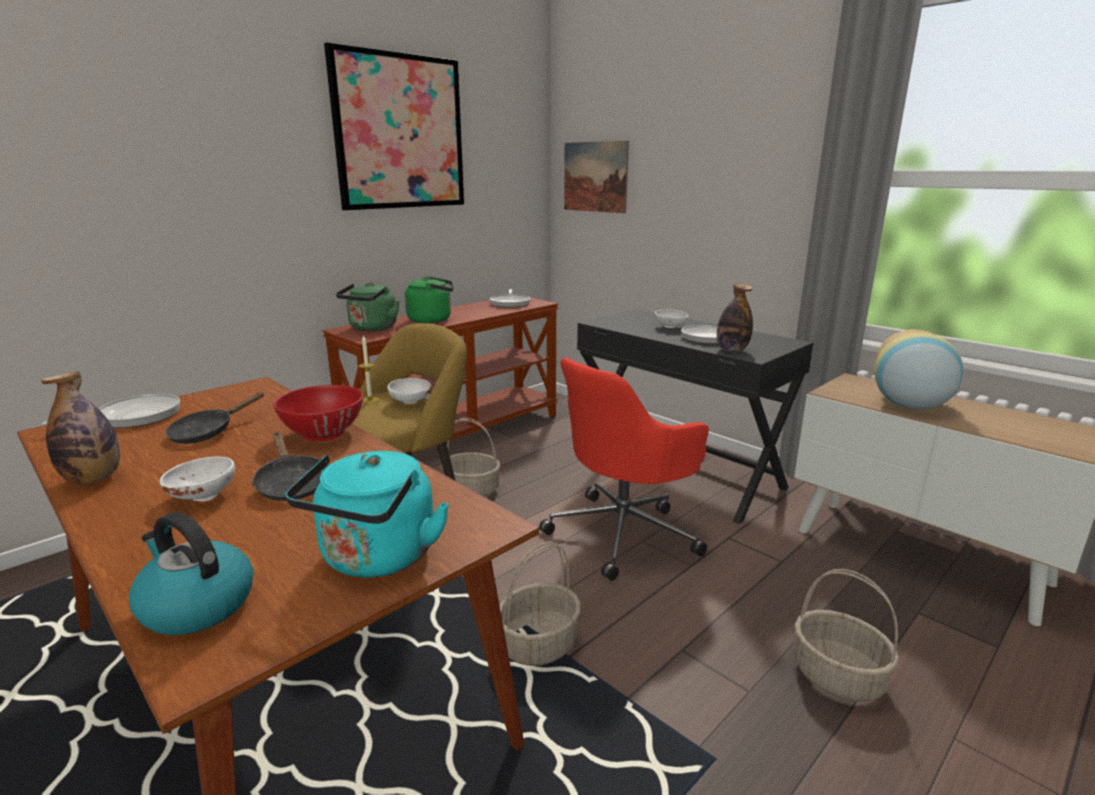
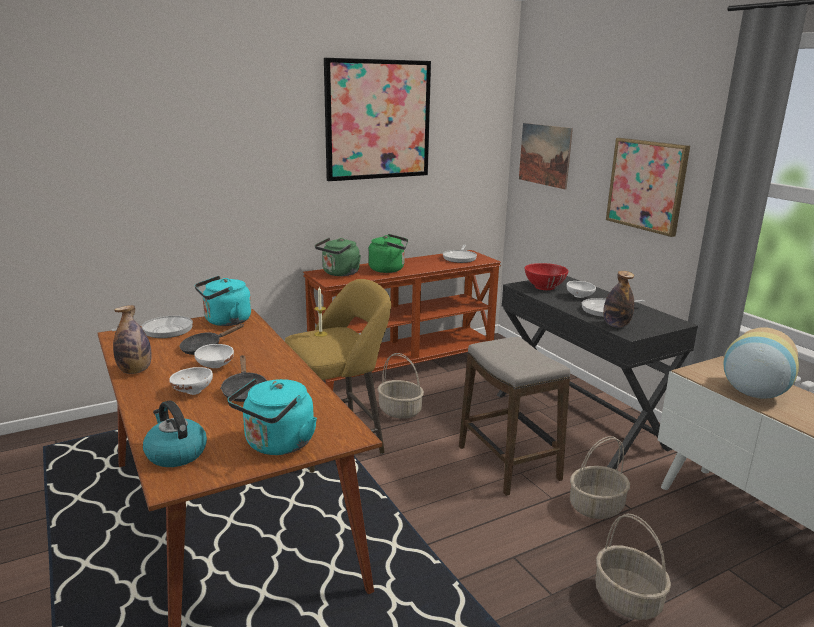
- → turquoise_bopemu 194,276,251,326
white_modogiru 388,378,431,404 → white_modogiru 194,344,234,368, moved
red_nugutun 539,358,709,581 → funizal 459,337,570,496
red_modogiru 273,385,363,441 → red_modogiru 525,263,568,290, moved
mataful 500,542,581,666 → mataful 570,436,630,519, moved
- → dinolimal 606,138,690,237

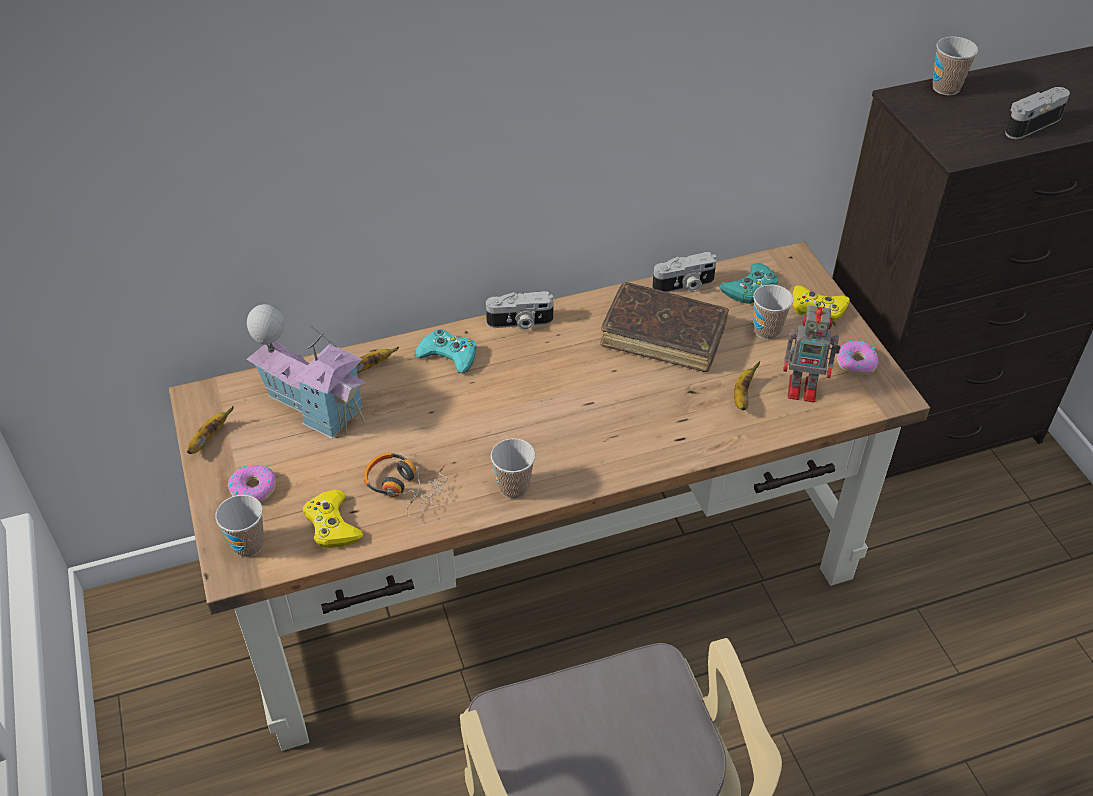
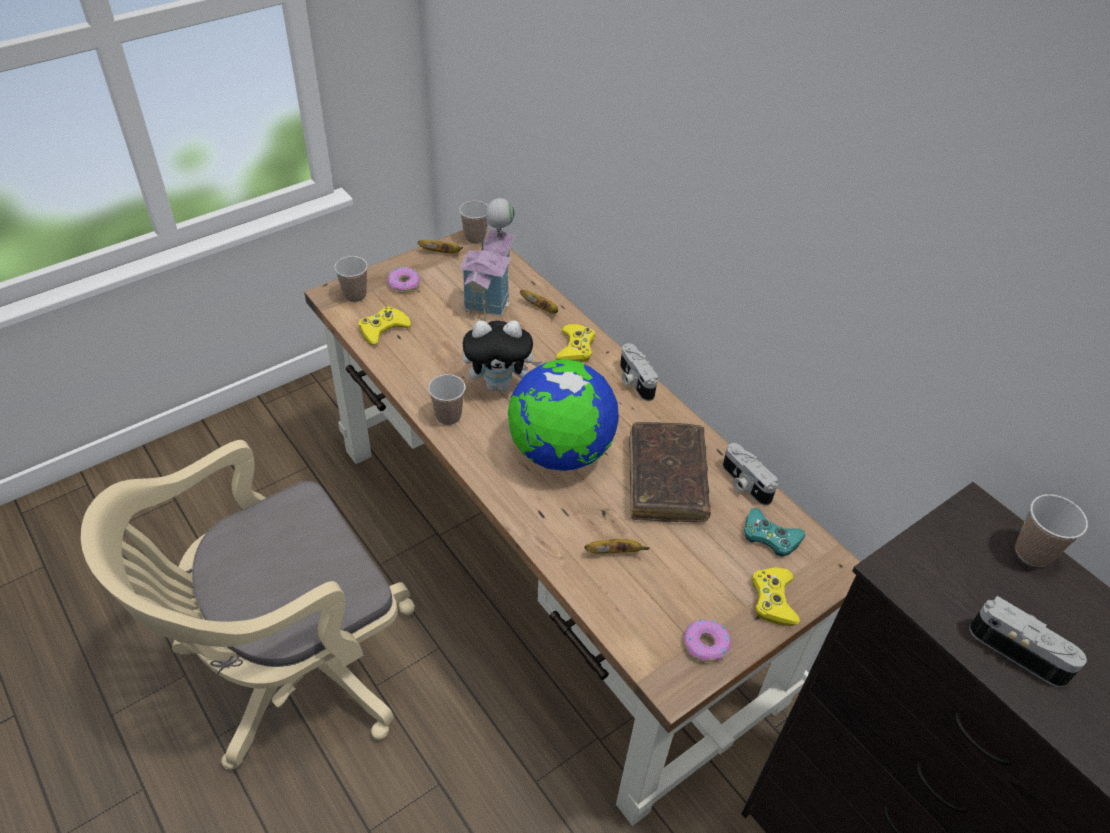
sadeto 753,284,793,339 → sadeto 459,201,488,244, moved
- → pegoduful 463,320,542,392
- → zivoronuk 508,359,619,471
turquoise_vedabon 415,329,477,373 → yellow_vedabon 556,324,595,362
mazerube 364,452,448,518 → -
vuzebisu 783,301,840,402 → -

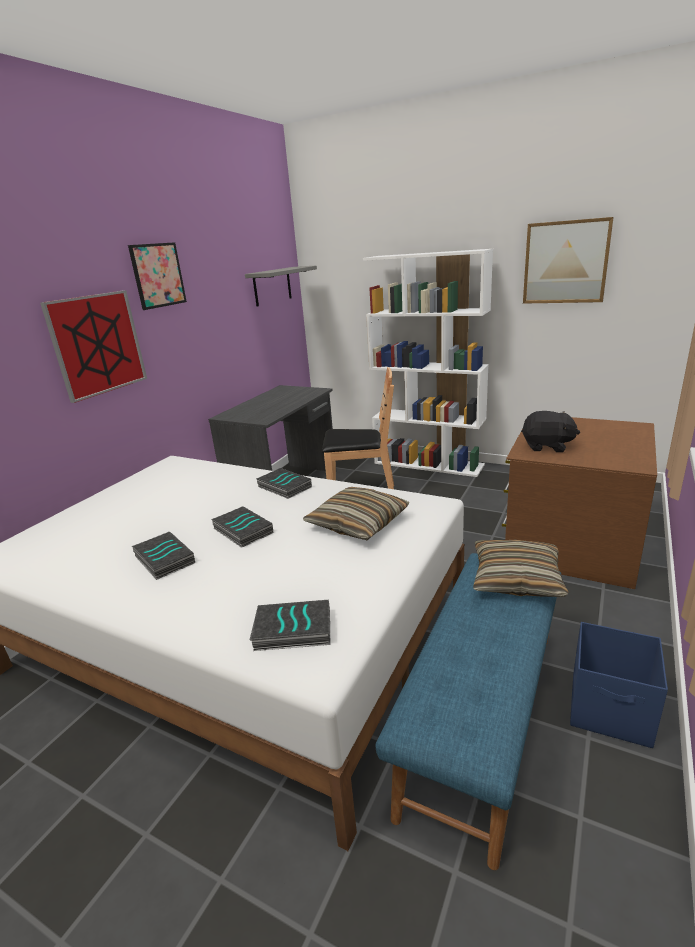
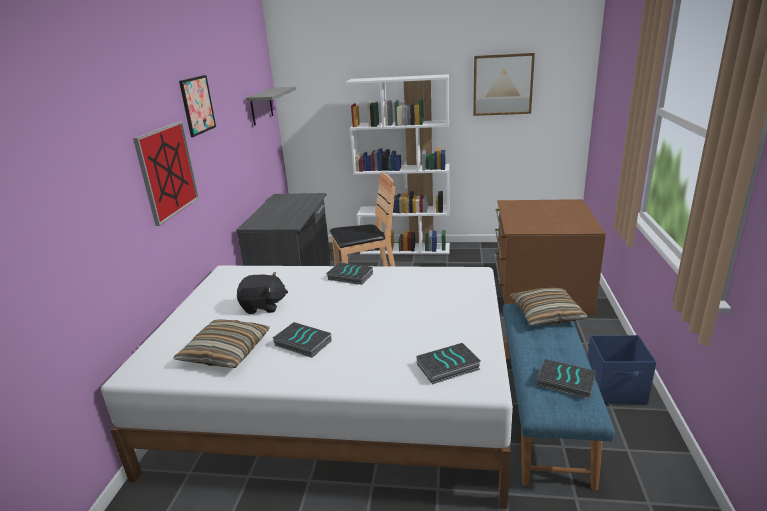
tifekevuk 303,487,410,540 → tifekevuk 174,319,270,368, moved
black_pegoduful 521,411,580,452 → black_pegoduful 237,272,288,314, moved
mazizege 211,506,273,548 → mazizege 537,359,596,399, moved

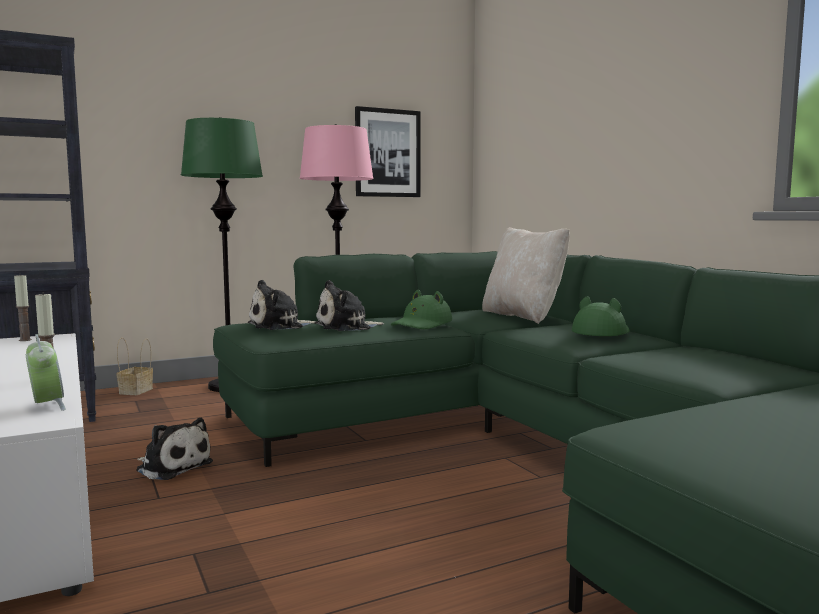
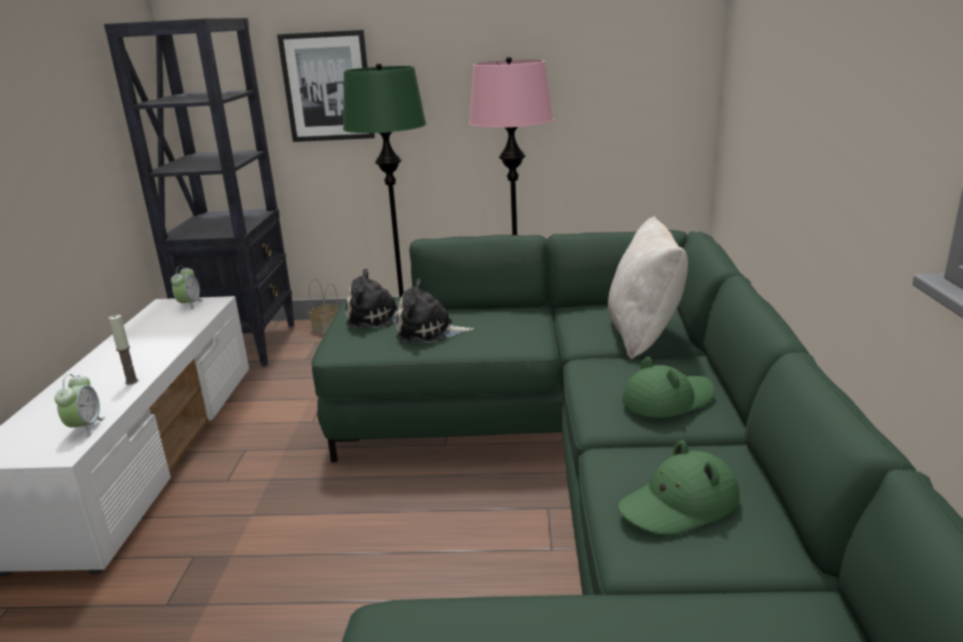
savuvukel 14,275,32,341 → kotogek 171,266,203,310
dinolimal 355,106,421,197 → dinolimal 277,30,375,142, moved
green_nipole 391,290,452,329 → green_nipole 618,441,740,535, moved
pegoduful 136,418,213,480 → -

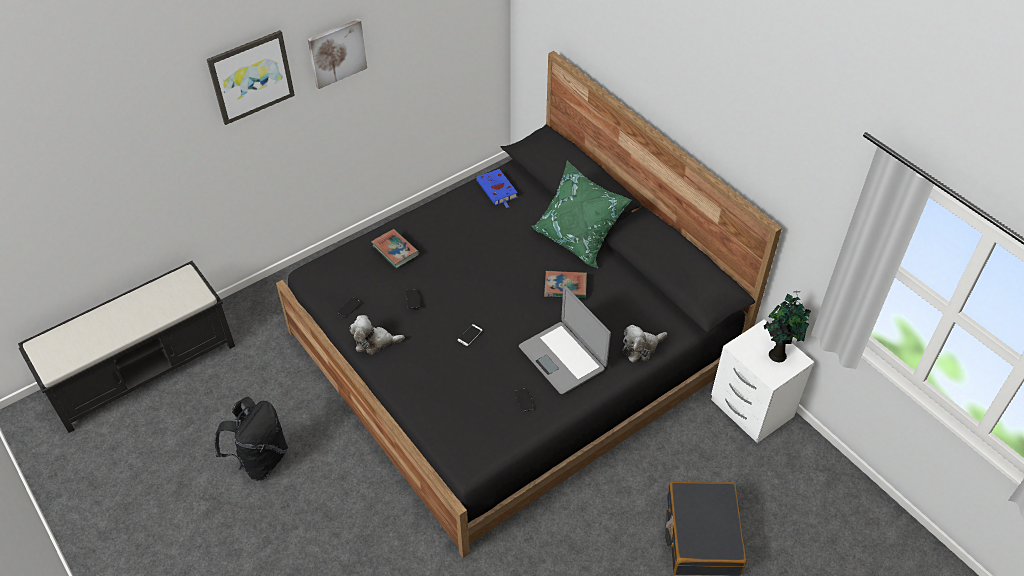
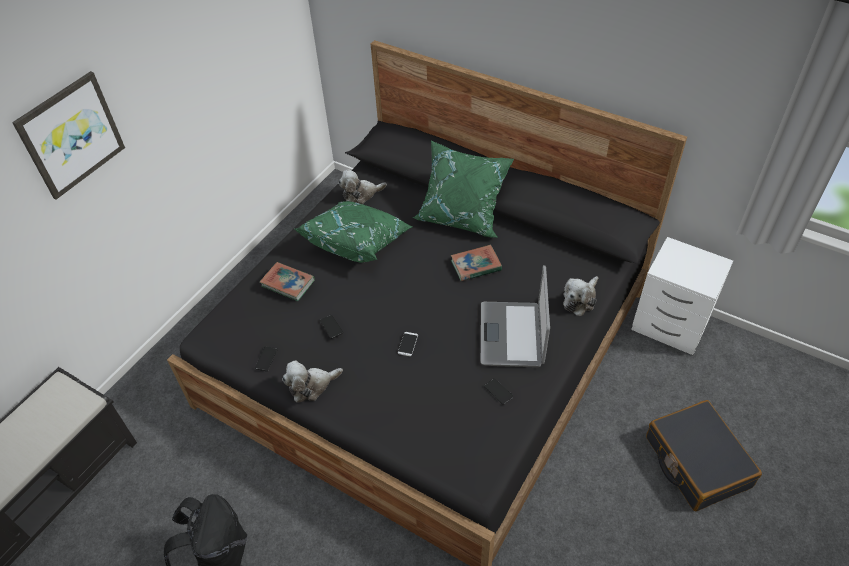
- → green_tifekevuk 295,201,413,263
blue_mazizege 476,169,518,208 → pegoduful 338,170,387,204
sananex 519,286,611,394 → sananex 481,265,550,367, 60 degrees clockwise
dinolimal 308,19,367,89 → -
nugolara 764,291,811,362 → -

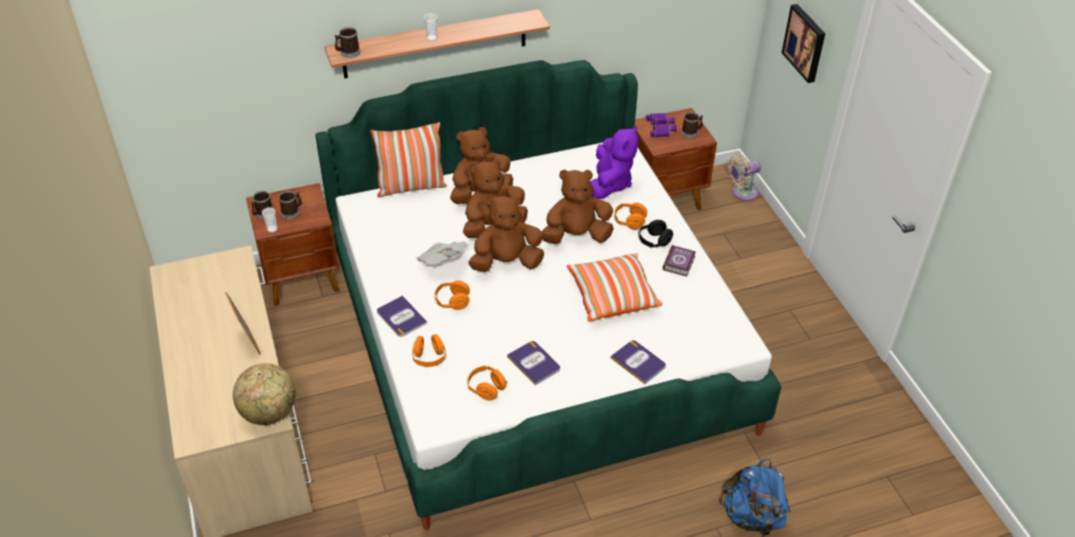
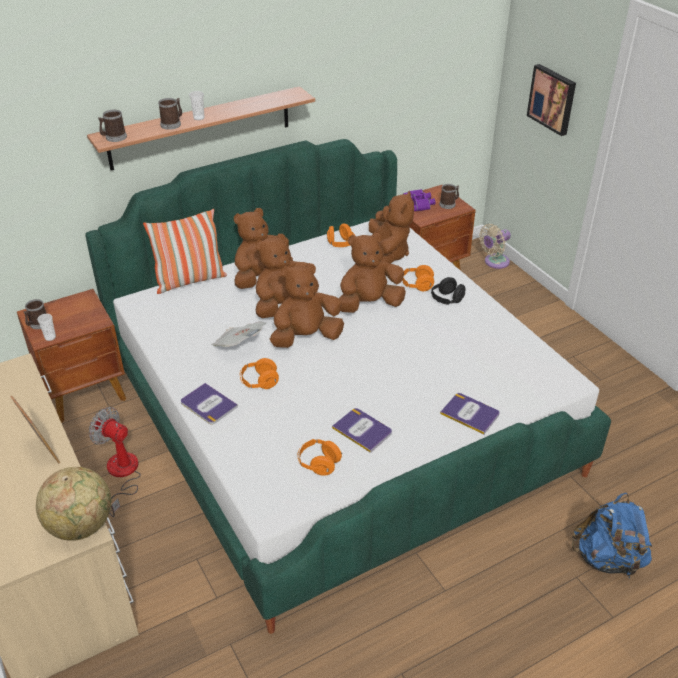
- → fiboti 89,407,141,517
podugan 279,191,302,219 → podugan 158,98,182,130, moved
orange_mazerube 412,334,446,367 → orange_mazerube 327,223,355,247, moved
purple_pegoduful 590,125,638,199 → brown_pegoduful 369,191,414,264
tifekevuk 567,253,663,321 → -
mazizege 663,245,696,277 → -

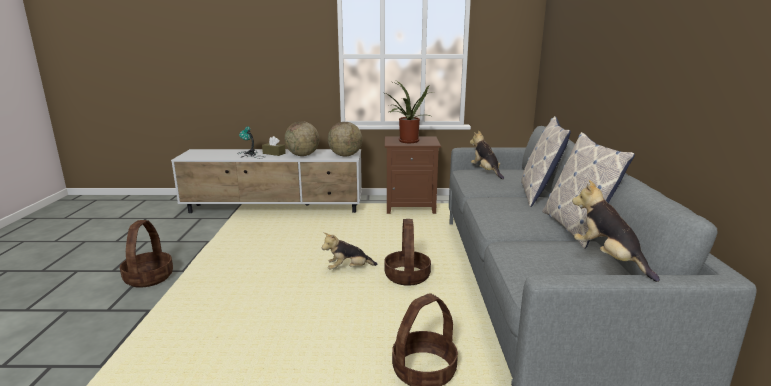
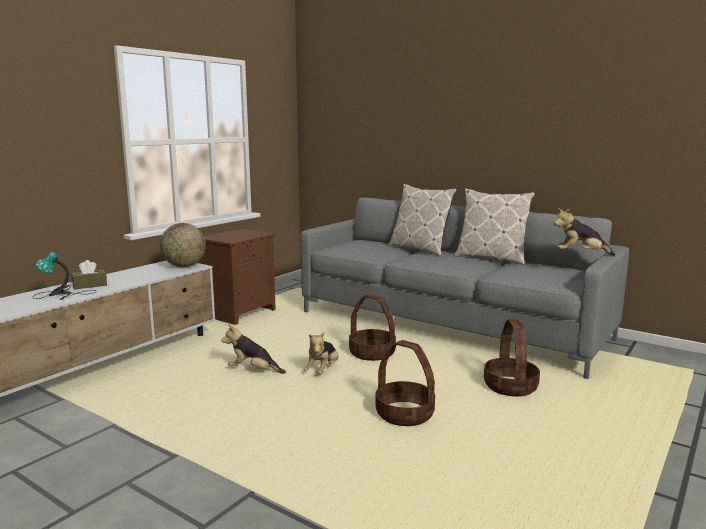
pegoduful 470,130,504,179 → pegoduful 221,324,286,374, moved
mataful 120,220,173,288 → mataful 375,340,435,426, moved
zivoronuk 284,121,319,156 → -
nugolara 385,81,432,143 → -

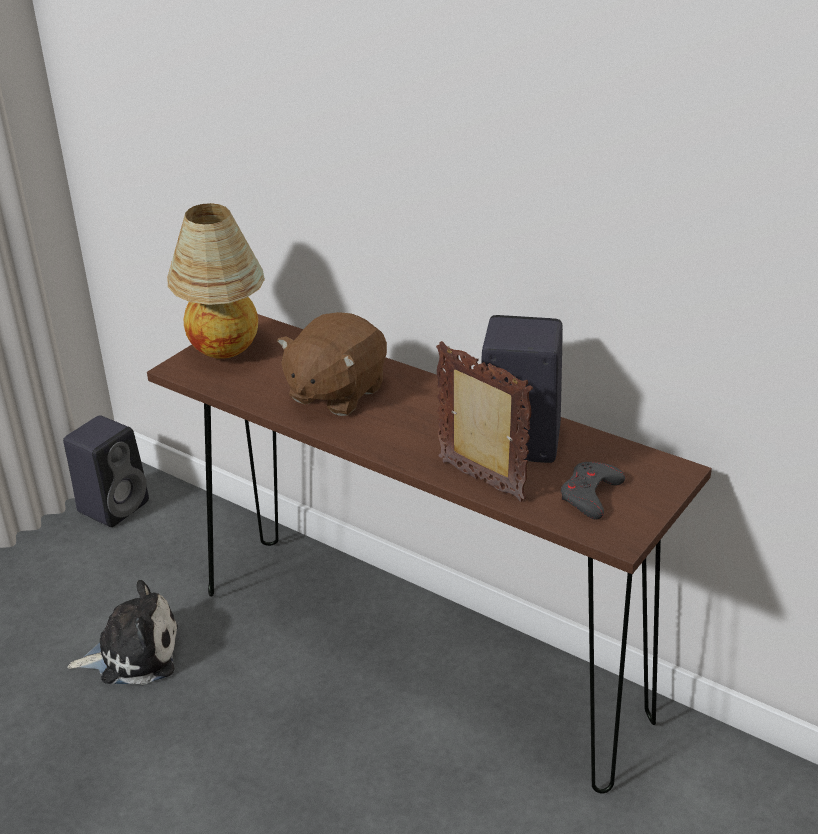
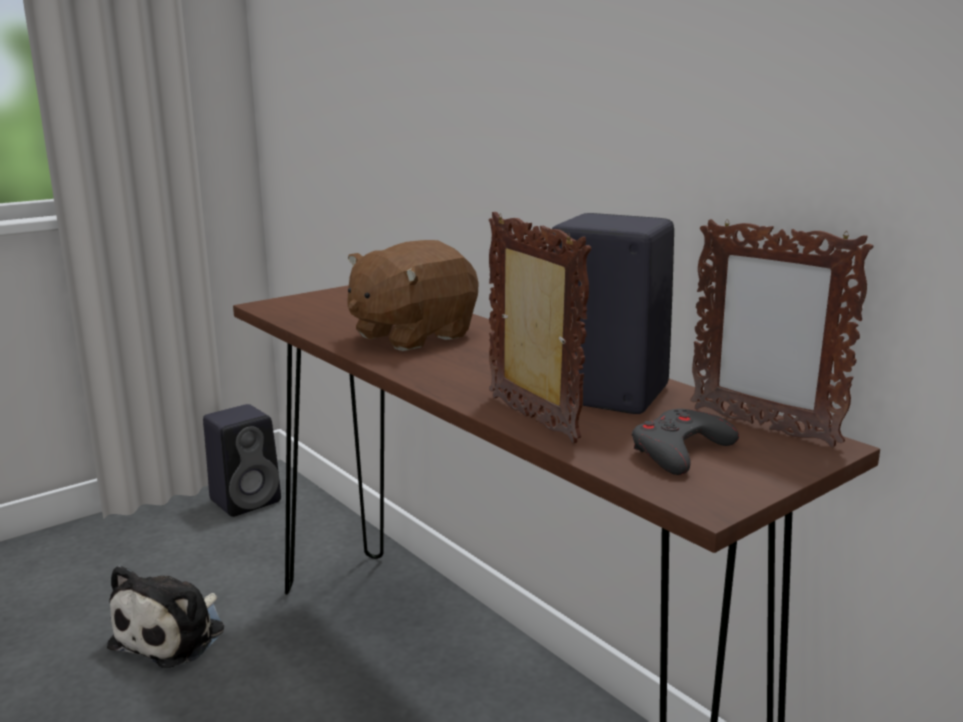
pegoduful 67,580,178,685 → pegoduful 107,565,224,668, 105 degrees clockwise
- → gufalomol 690,219,873,448
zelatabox 167,203,265,359 → -

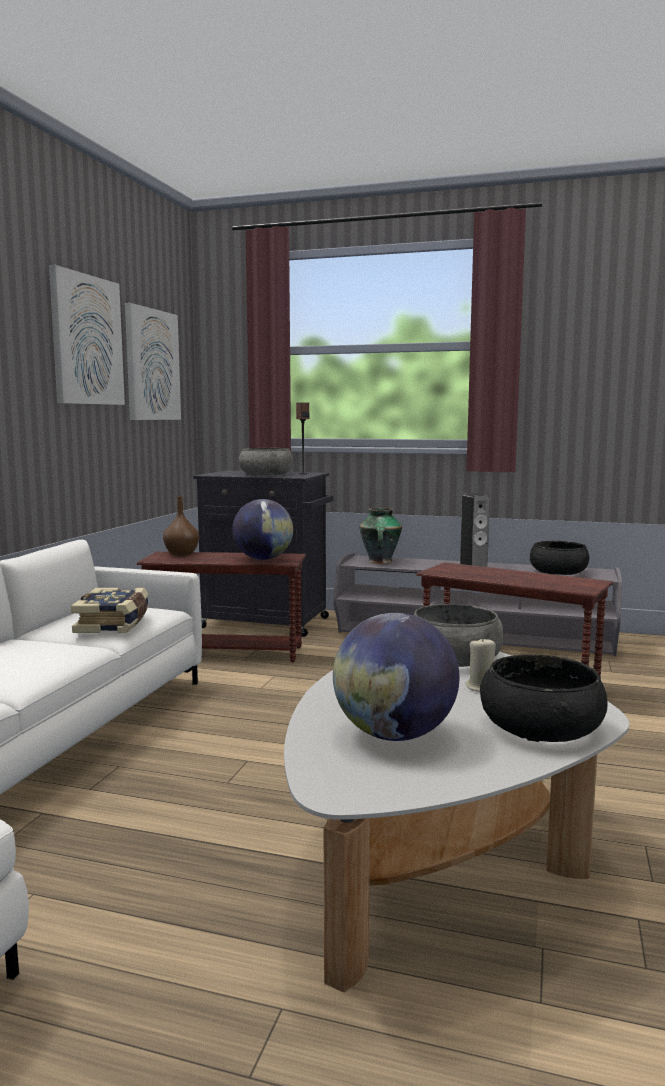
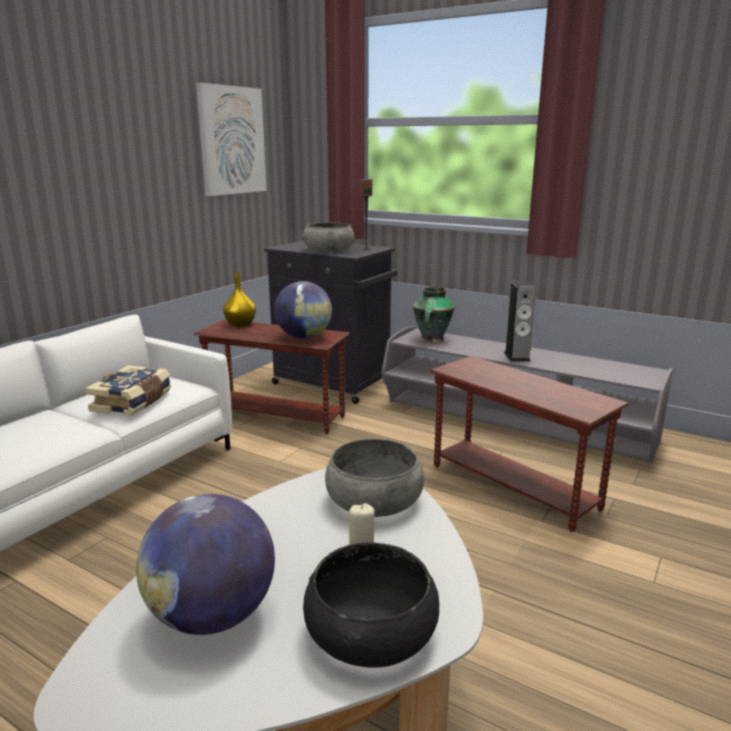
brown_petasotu 163,496,199,556 → yellow_petasotu 223,272,256,327
dinolimal 49,265,125,405 → -
black_modogiru 530,541,589,575 → -

